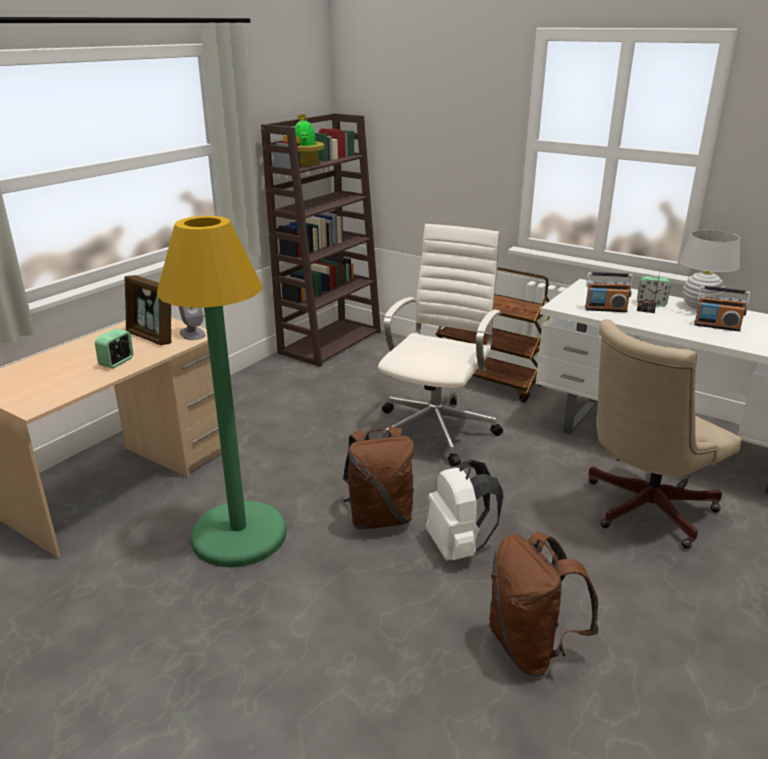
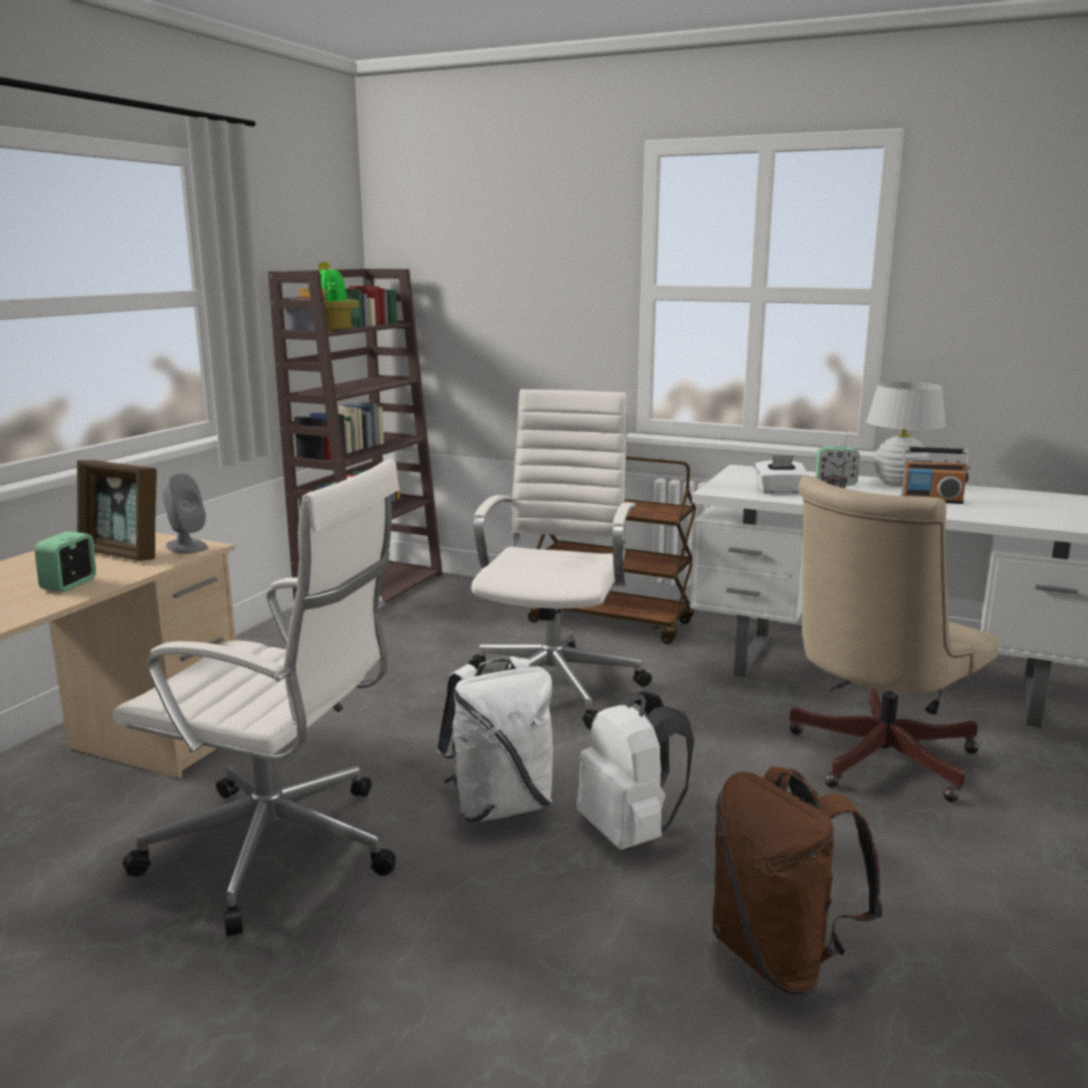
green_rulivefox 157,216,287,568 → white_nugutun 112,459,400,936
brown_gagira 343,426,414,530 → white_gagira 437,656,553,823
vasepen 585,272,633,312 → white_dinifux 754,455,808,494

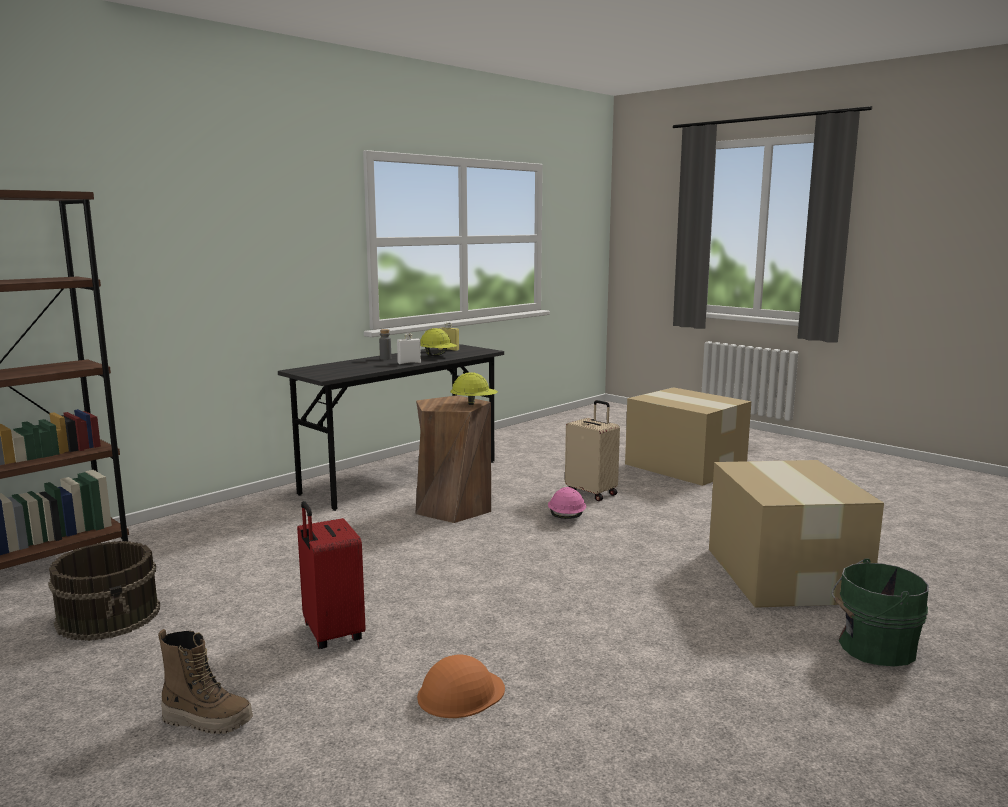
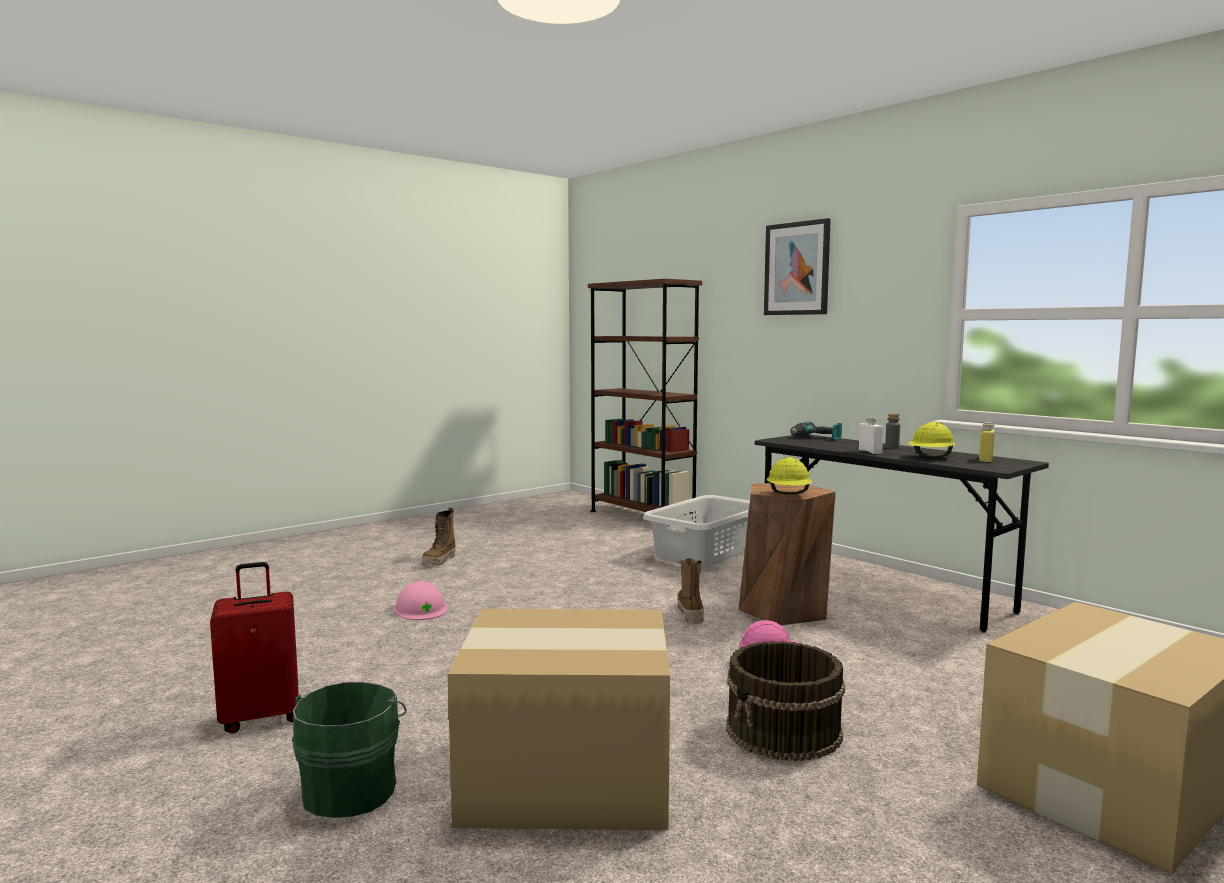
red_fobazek 297,501,366,649 → red_fobazek 210,562,299,734, moved
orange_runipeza 417,654,505,718 → pink_runipeza 393,581,448,620
- → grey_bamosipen 643,495,750,568
- → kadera 677,558,704,624
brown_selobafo 48,541,160,641 → brown_selobafo 726,641,845,761, moved
- → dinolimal 764,218,831,315
- → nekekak 790,421,842,440
beige_fobazek 565,400,620,501 → -

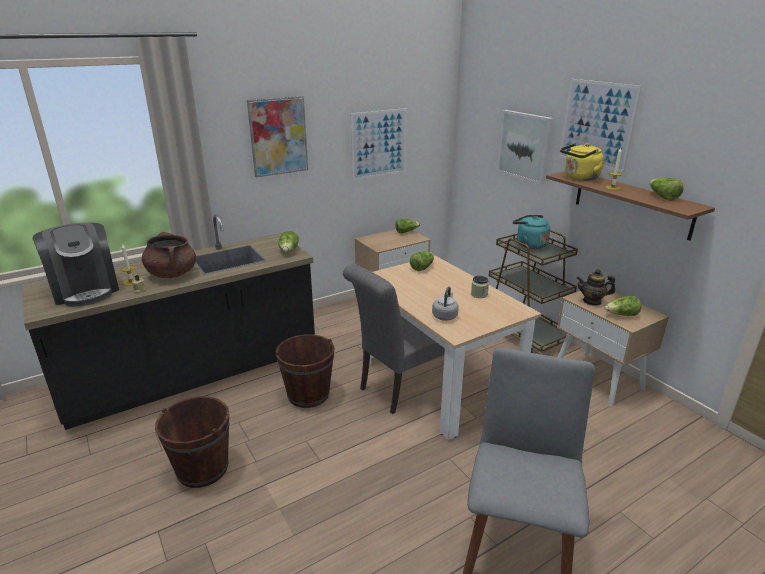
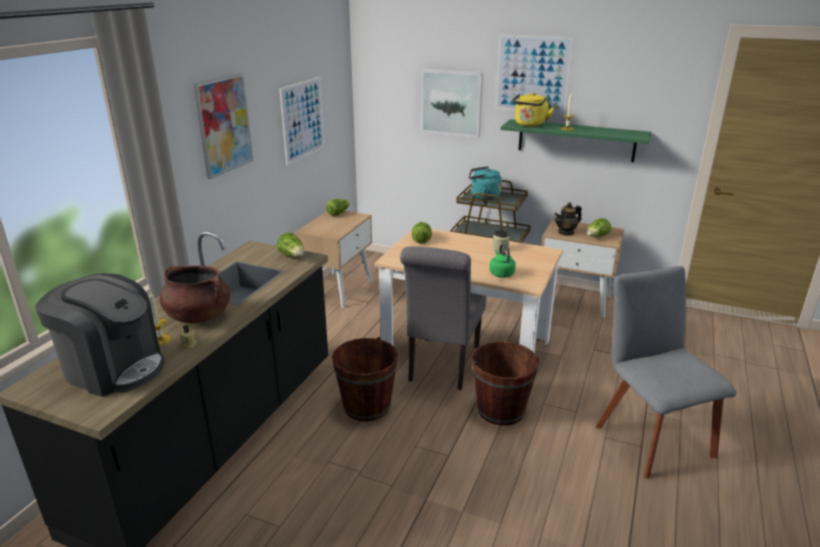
brown_selobafo 155,397,229,488 → brown_selobafo 472,341,539,426, moved
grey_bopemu 432,286,459,321 → green_bopemu 489,244,516,278
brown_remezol 546,172,715,241 → green_remezol 501,119,652,162
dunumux 650,177,684,201 → -

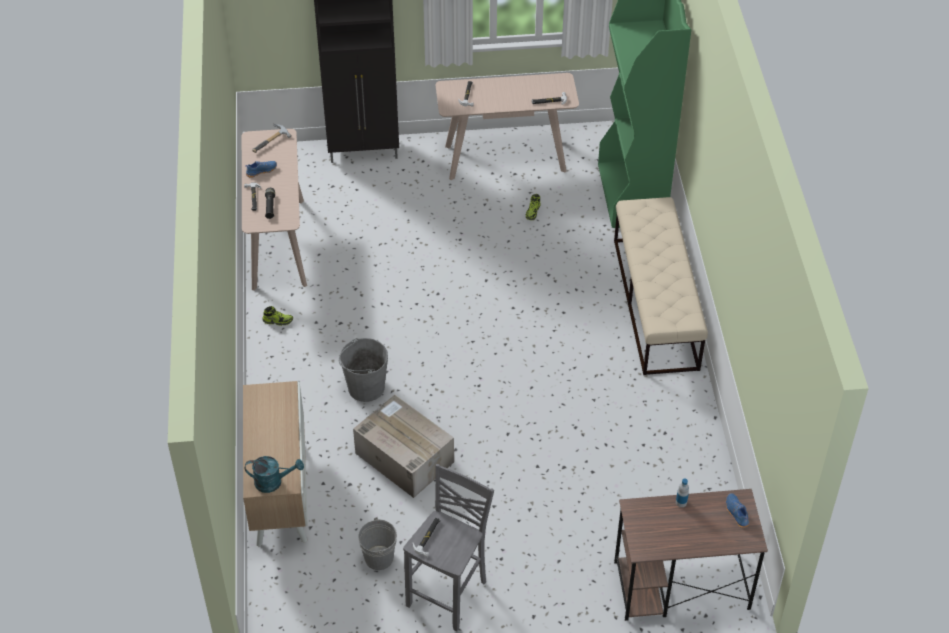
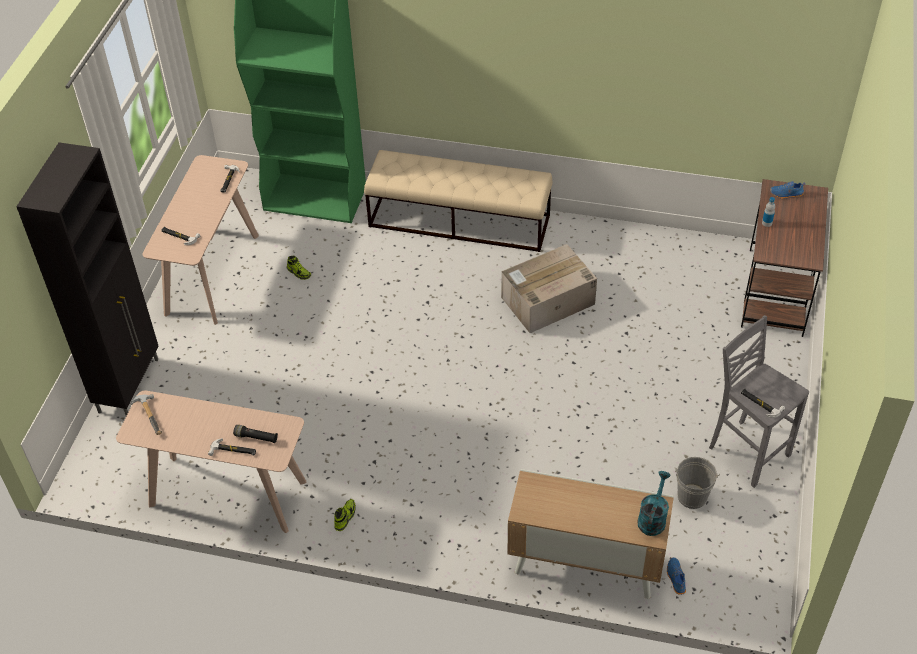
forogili 353,395,454,498 → forogili 501,244,597,333, moved
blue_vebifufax 245,161,277,178 → blue_vebifufax 667,557,686,595, moved
grey_selobafo 339,338,388,402 → -

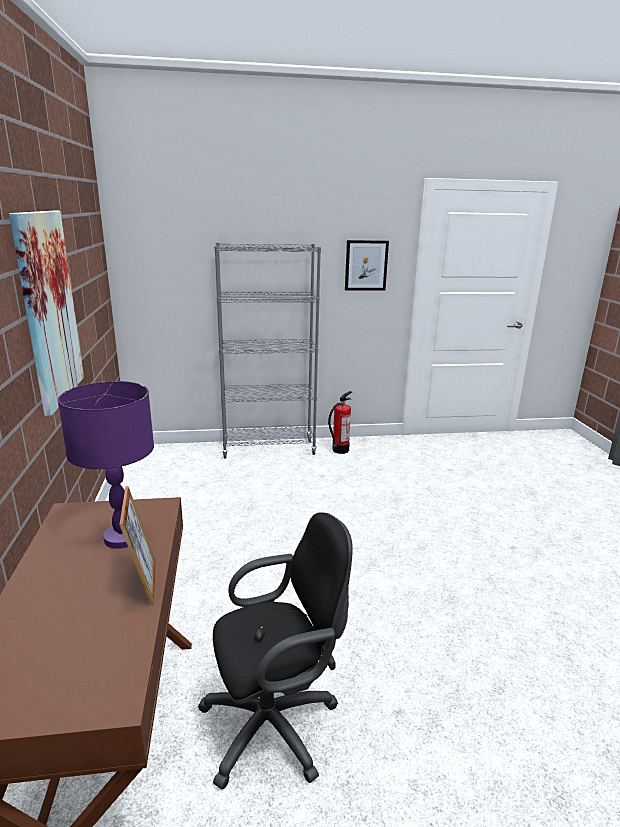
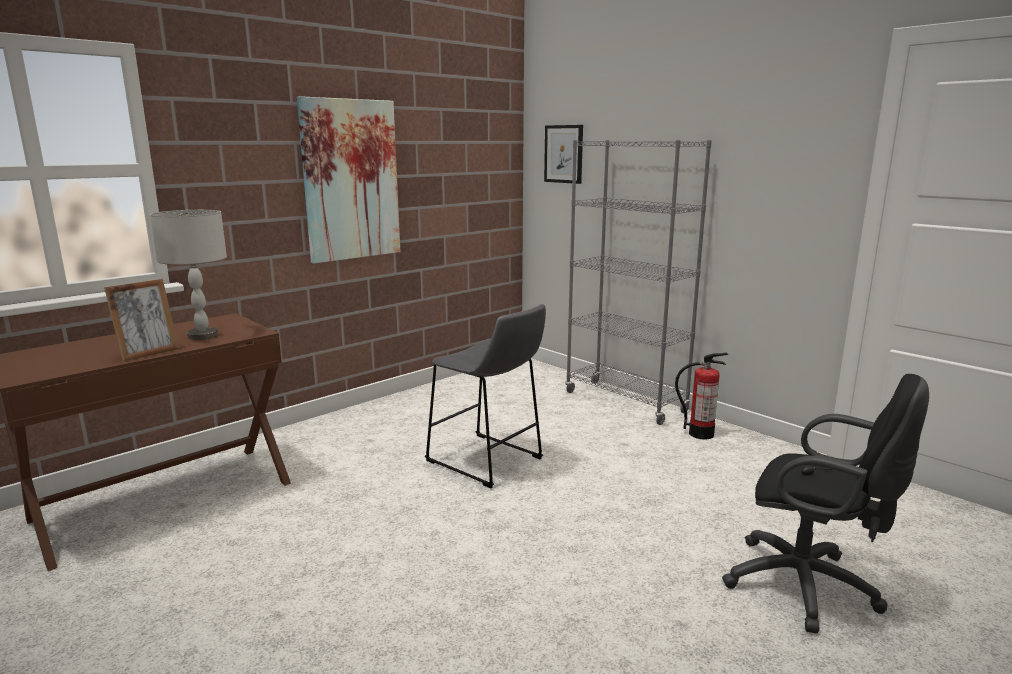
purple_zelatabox 58,381,154,549 → grey_zelatabox 150,210,227,340
- → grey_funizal 425,304,546,488
dinolimal 345,240,389,290 → dinolimal 544,125,583,184, moved
black_nugutun 198,512,353,789 → black_nugutun 722,374,929,633, moved

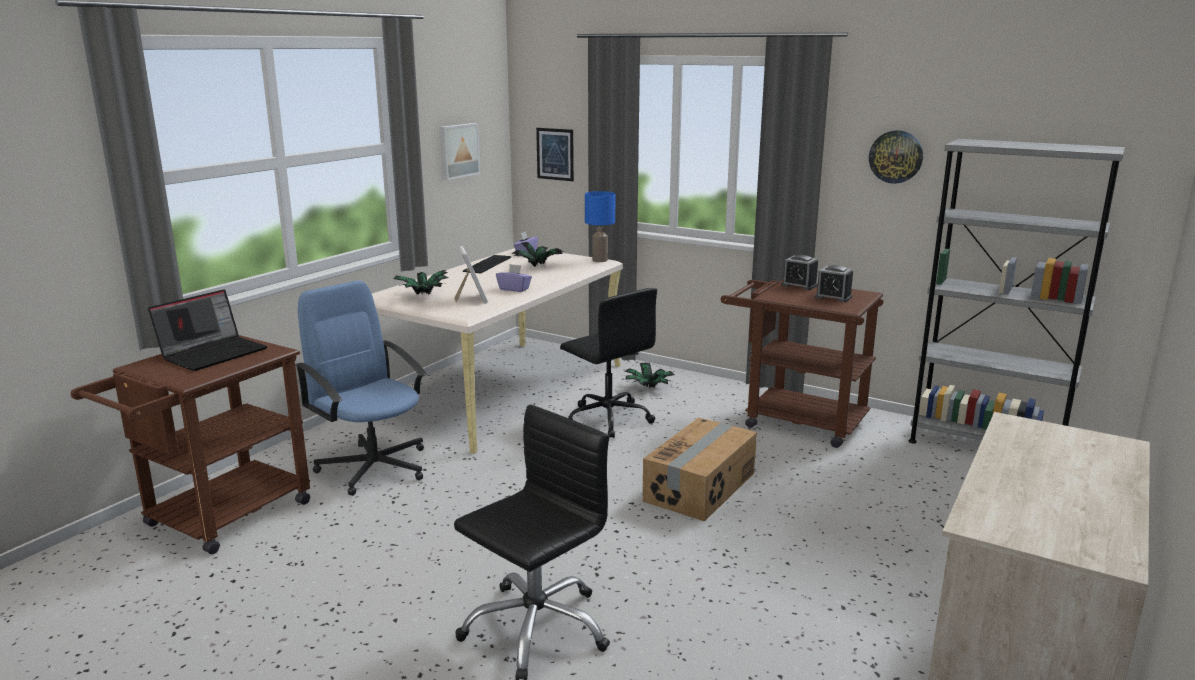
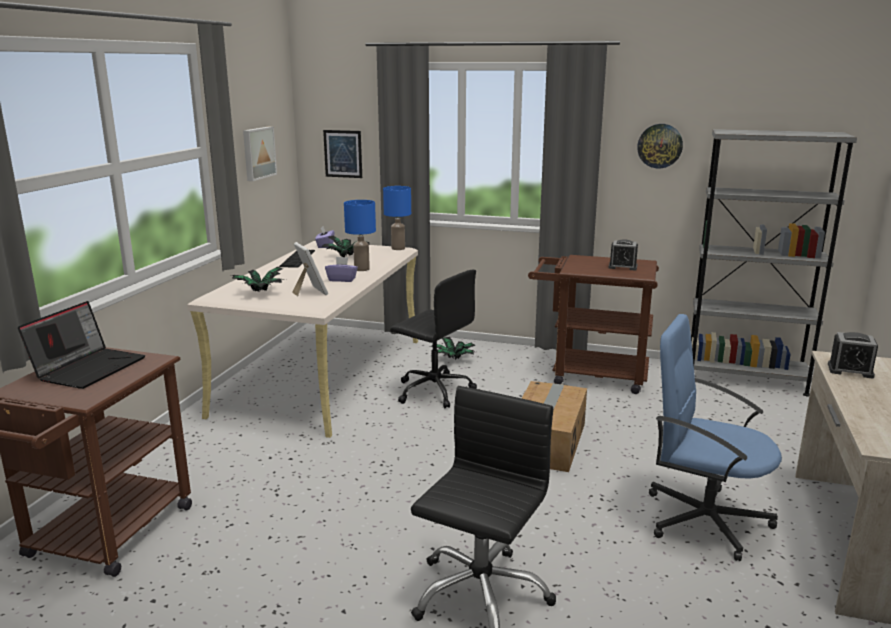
- → blue_zelatabox 344,200,376,271
blue_nugutun 295,280,427,496 → blue_nugutun 649,314,782,561, moved
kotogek 782,255,818,290 → kotogek 828,332,878,378, moved

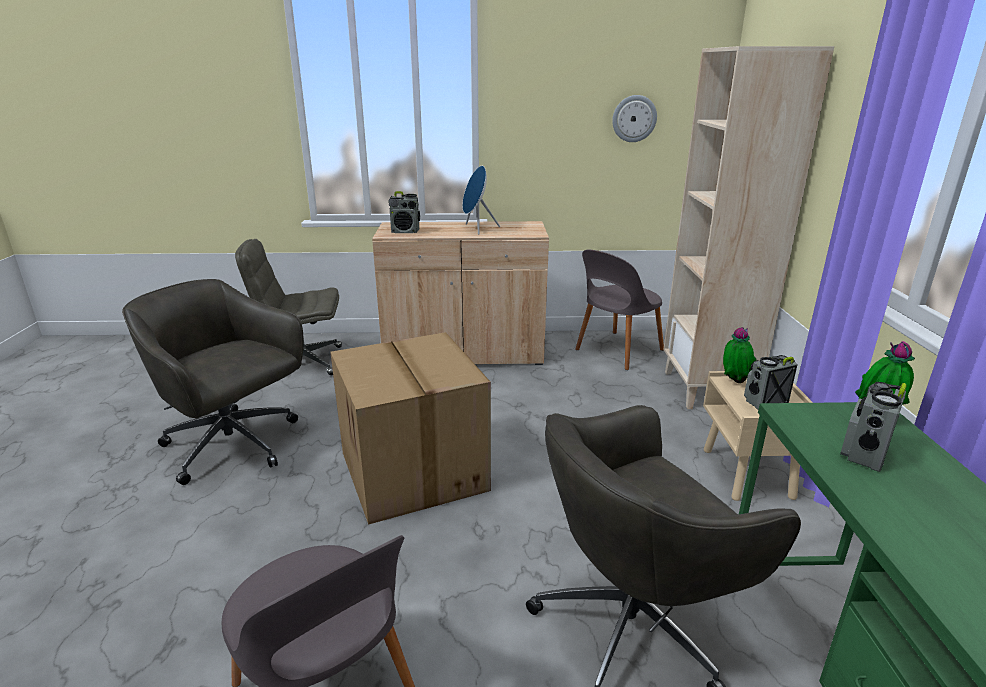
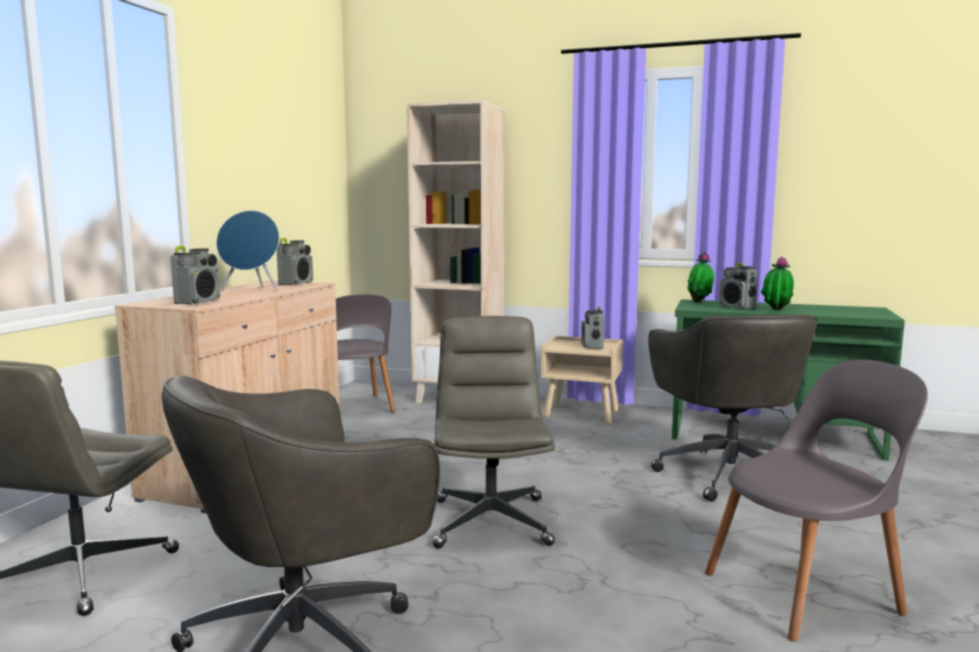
- → vasepen 277,238,313,285
forogili 330,332,491,525 → grey_nugutun 433,316,555,548
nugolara 723,327,757,383 → nugolara 761,257,794,310, moved
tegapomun 612,95,657,142 → -

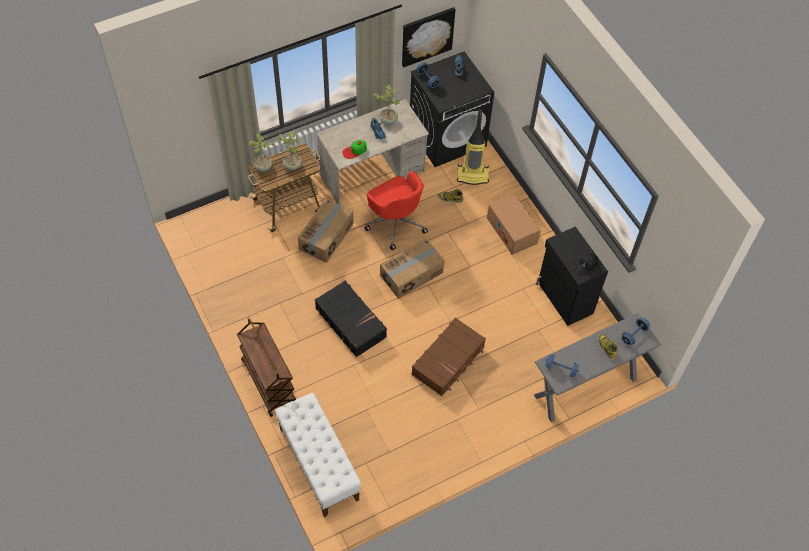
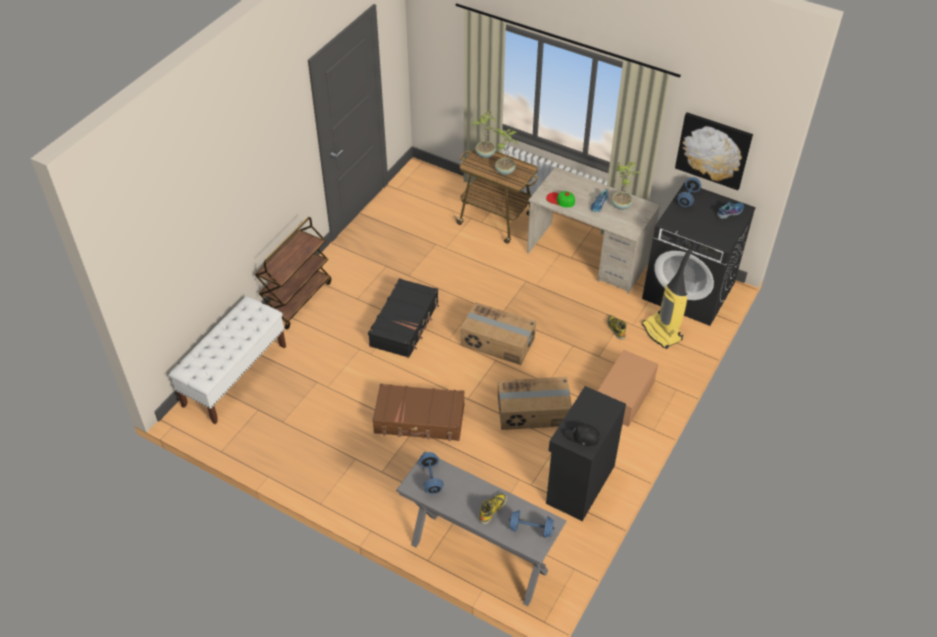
forogili 298,199,353,263 → forogili 498,377,572,430, moved
red_nugutun 364,171,428,250 → -

